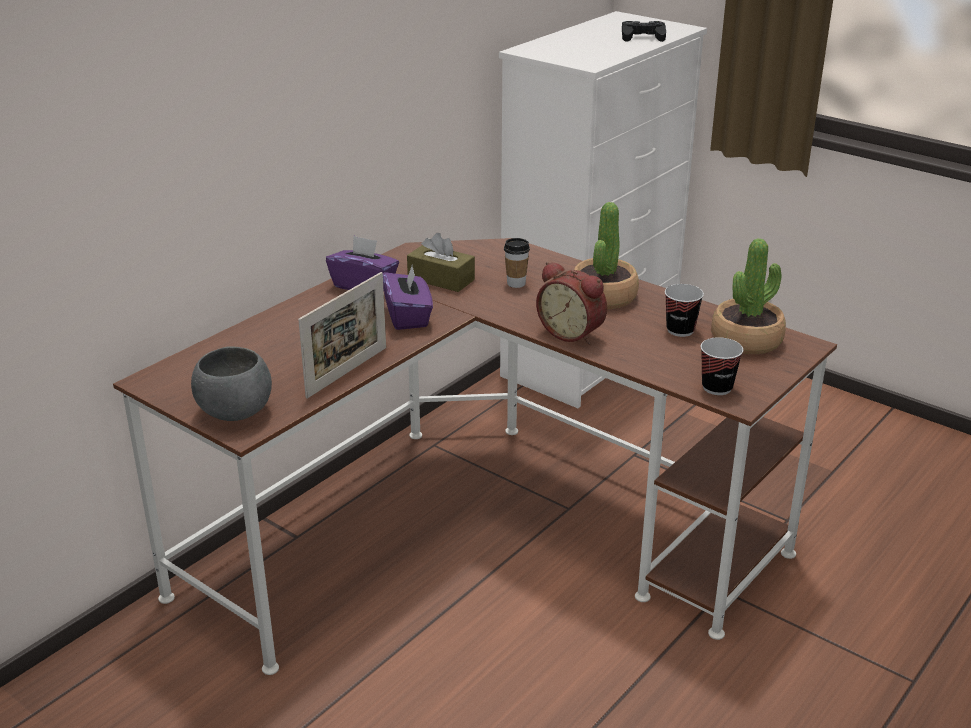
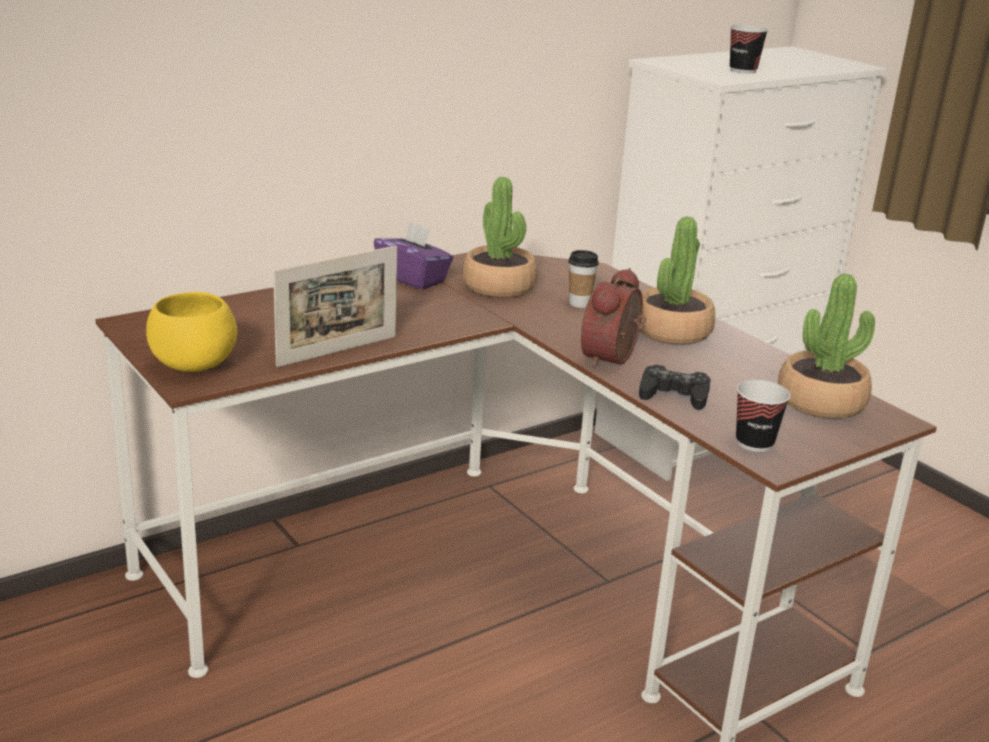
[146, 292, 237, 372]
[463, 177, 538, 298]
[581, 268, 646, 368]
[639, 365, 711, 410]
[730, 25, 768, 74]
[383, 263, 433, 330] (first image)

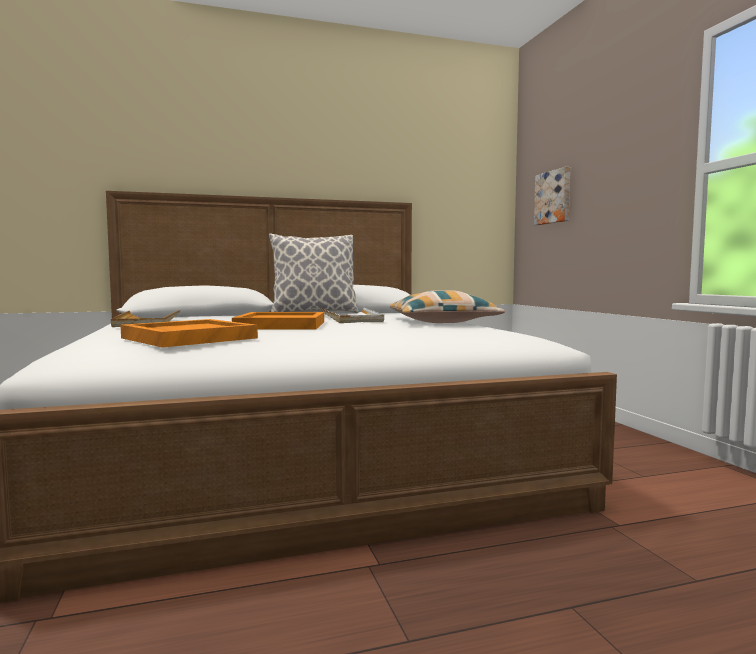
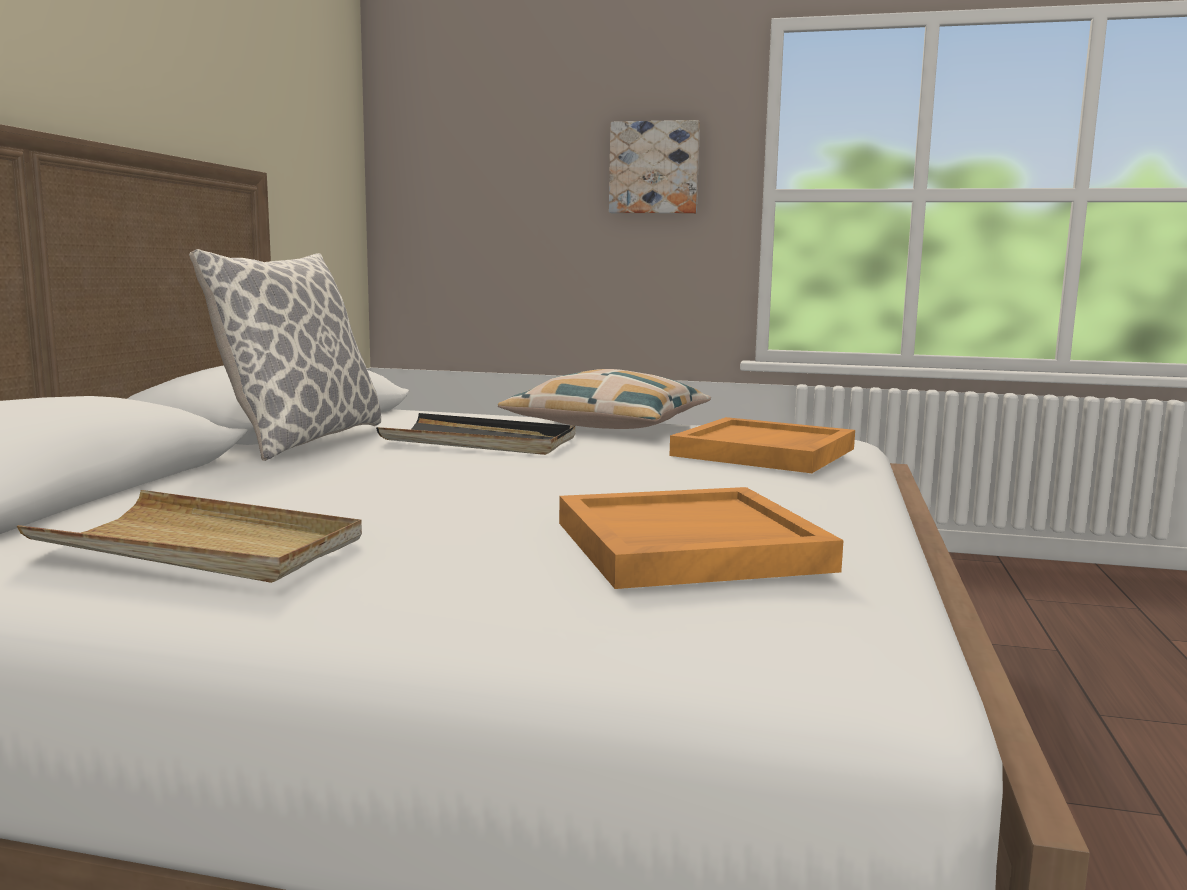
[376, 413, 575, 455]
[609, 120, 700, 214]
[669, 417, 855, 473]

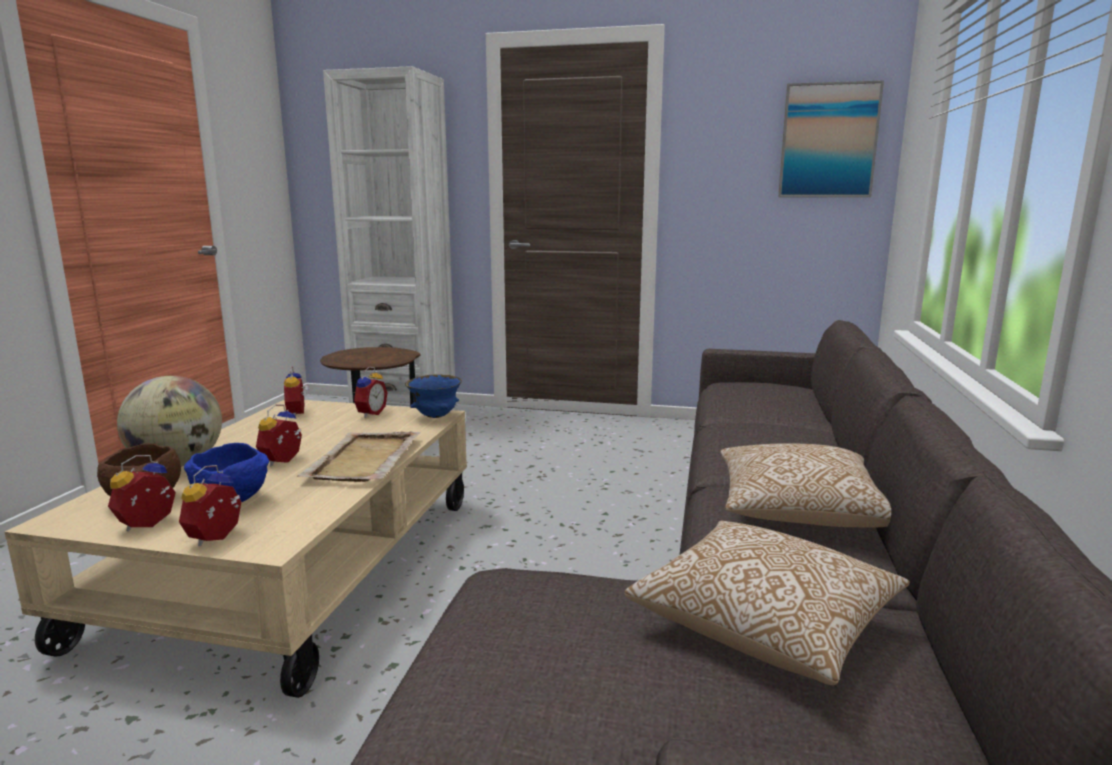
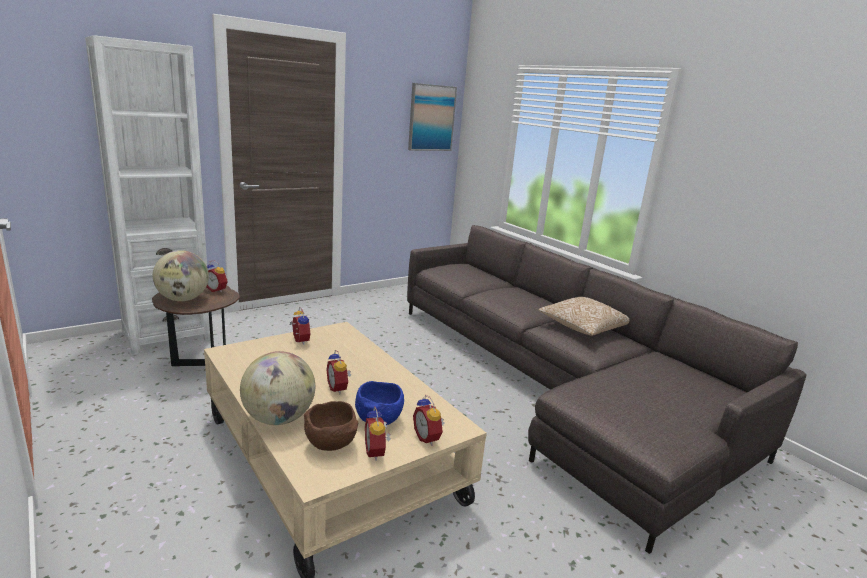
[153, 250, 209, 301]
[206, 261, 228, 293]
[297, 431, 420, 482] (first image)
[405, 375, 462, 418] (first image)
[624, 521, 910, 685] (first image)

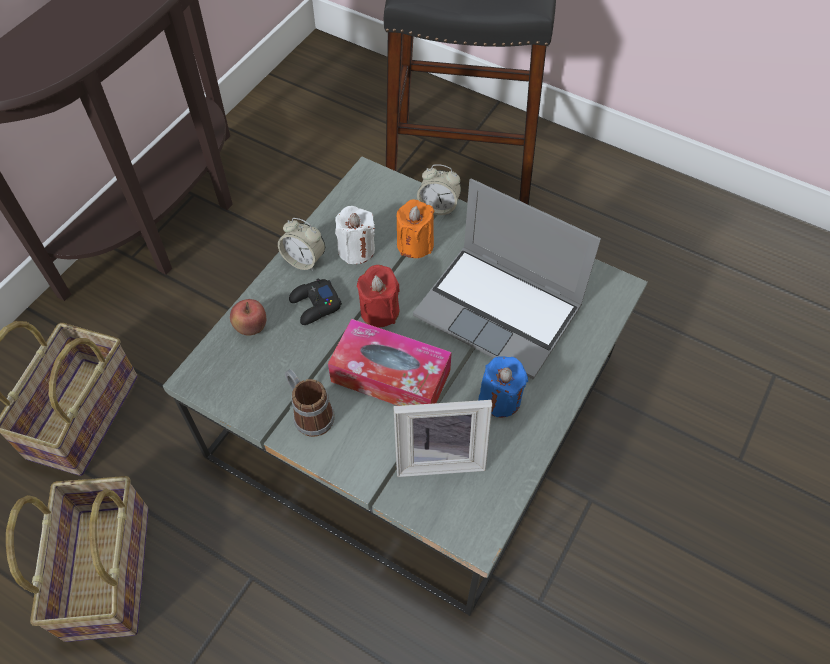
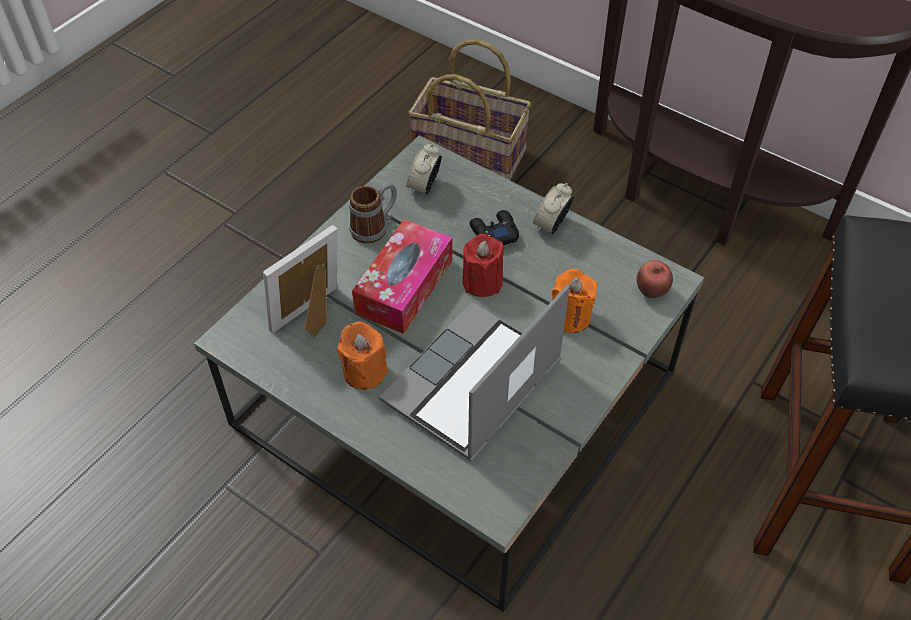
[263, 225, 338, 336]
[337, 321, 388, 390]
[406, 143, 442, 195]
[637, 260, 673, 298]
[6, 476, 149, 642] (first image)
[335, 206, 375, 264] (first image)

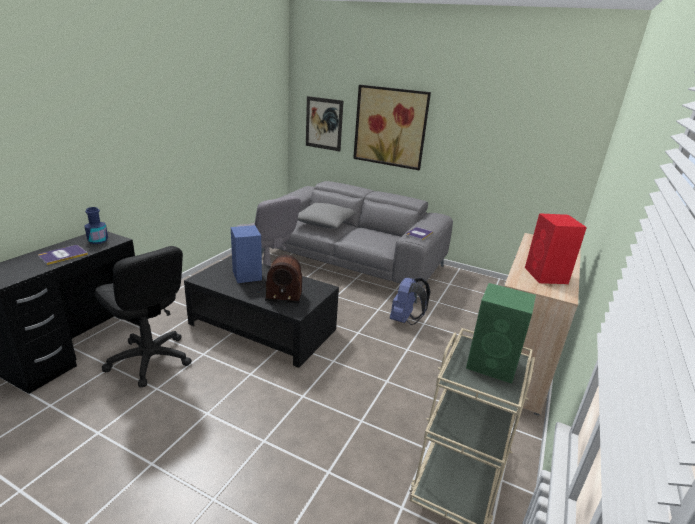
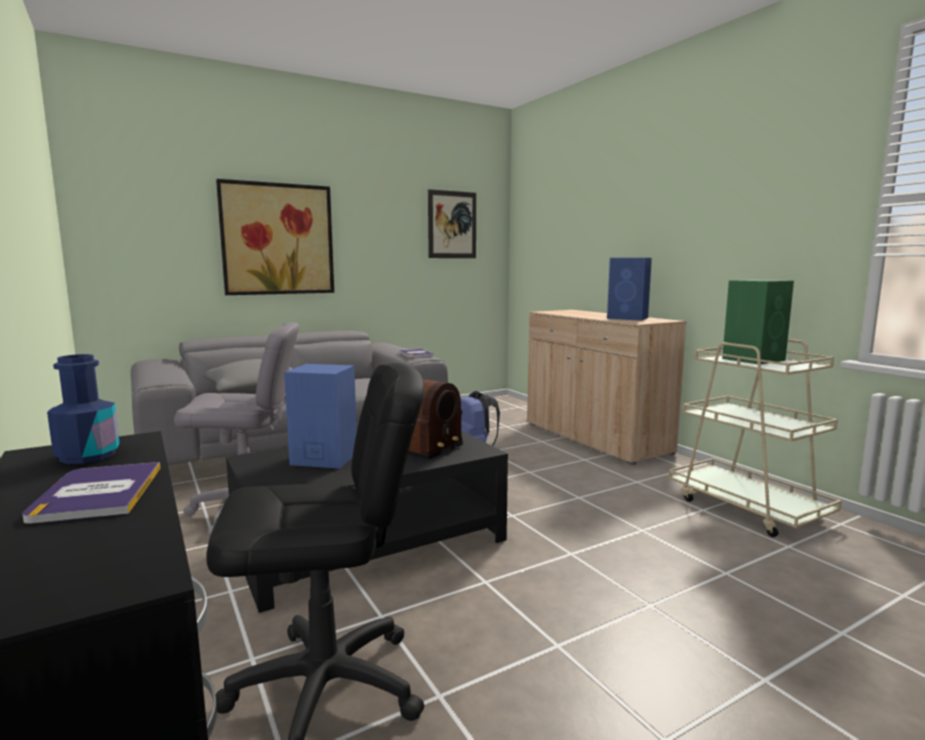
[428, 189, 476, 258]
[607, 258, 652, 321]

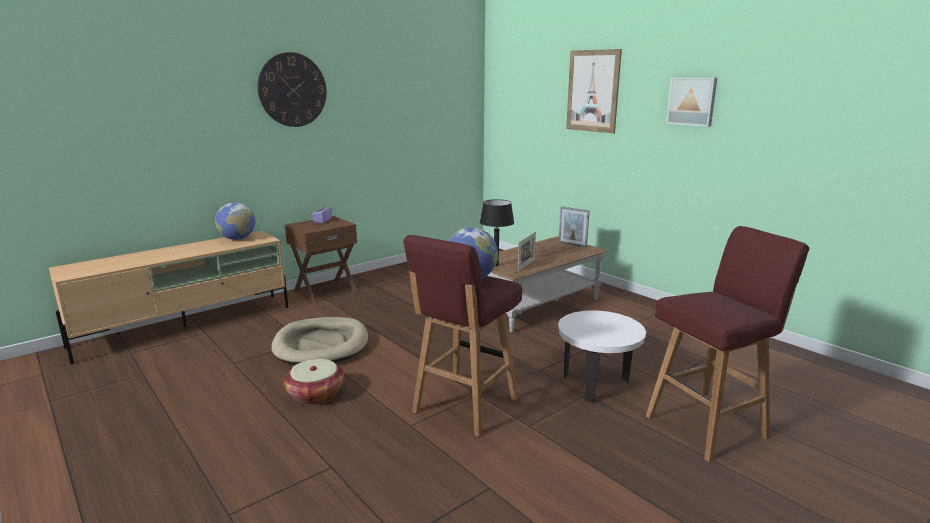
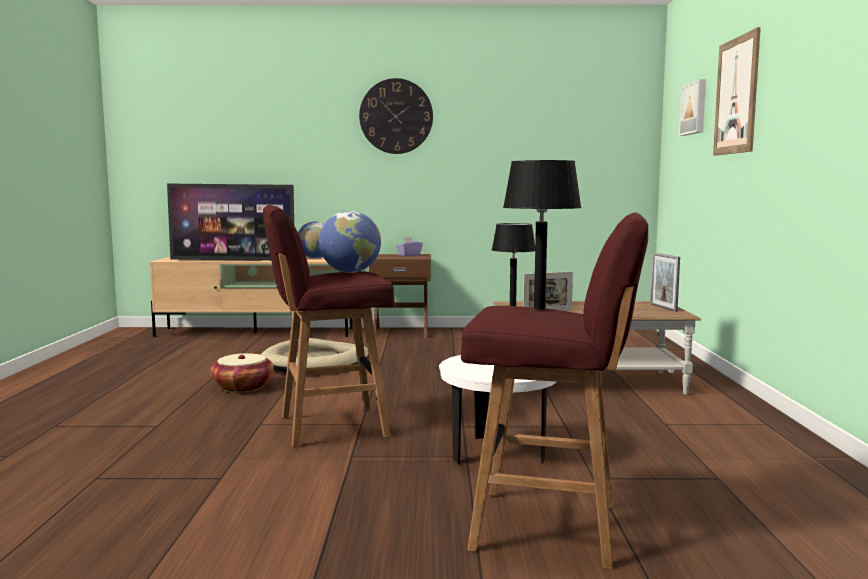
[167, 184, 294, 261]
[503, 160, 582, 310]
[679, 79, 706, 136]

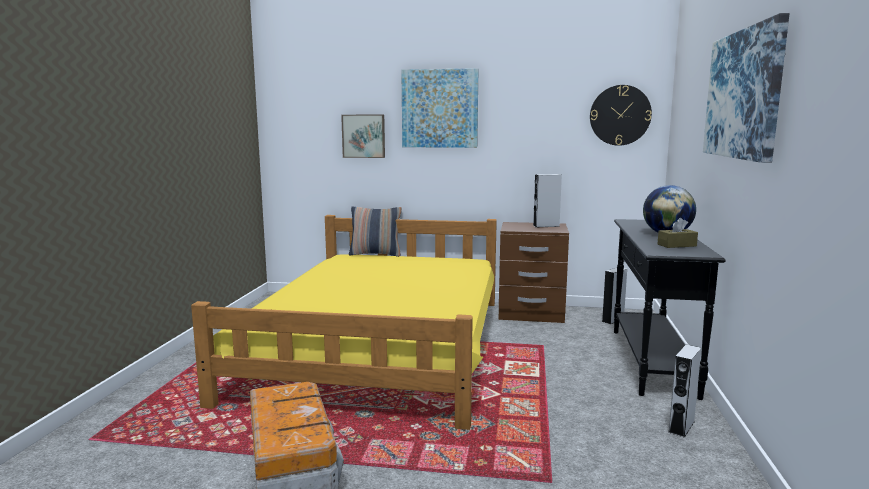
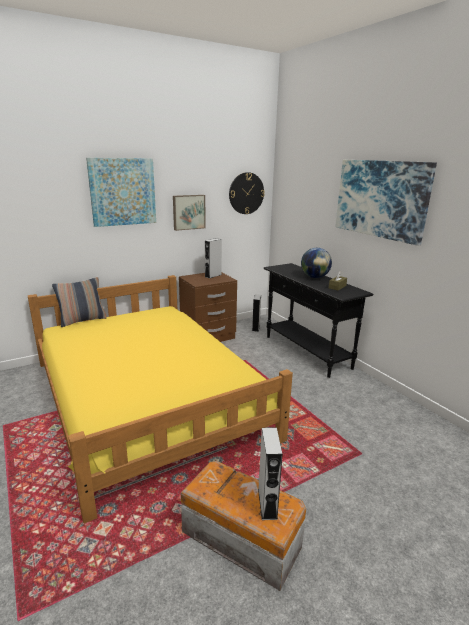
[173, 195, 206, 231]
[258, 428, 283, 520]

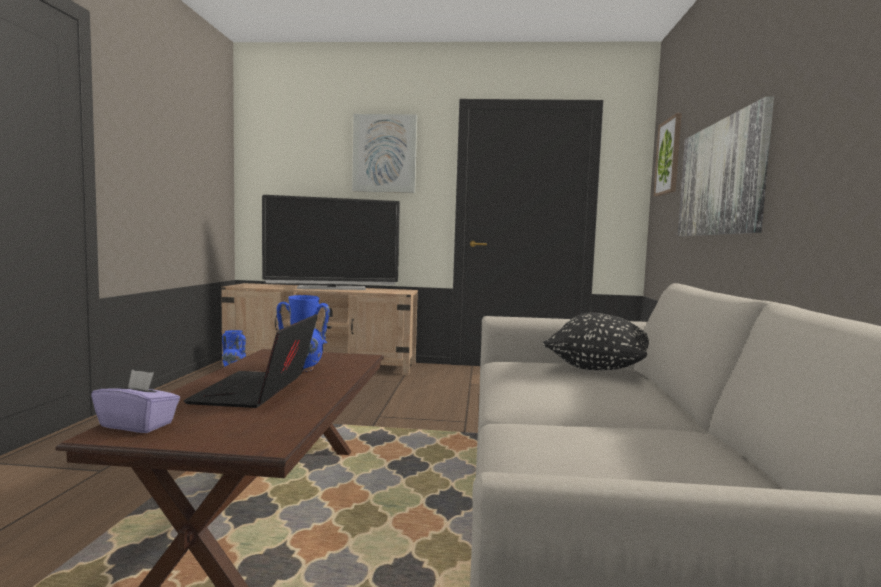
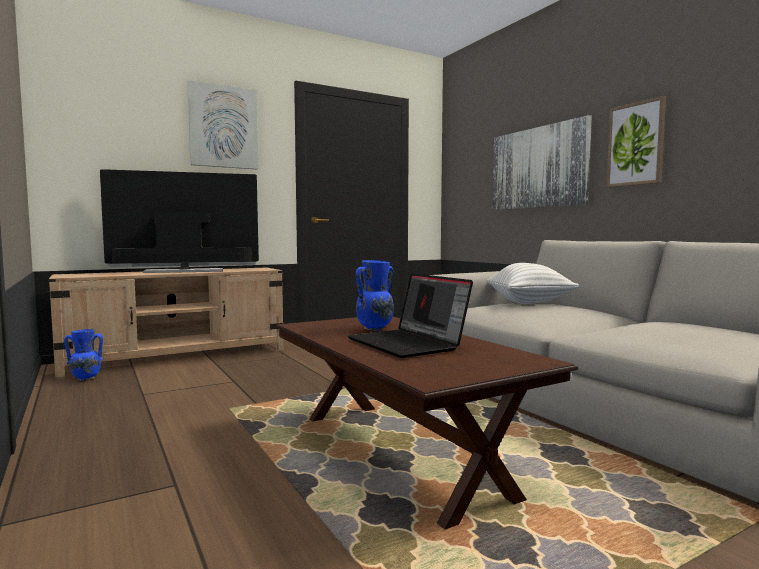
[100, 169, 259, 273]
[487, 263, 579, 304]
[606, 96, 666, 188]
[91, 370, 180, 433] (first image)

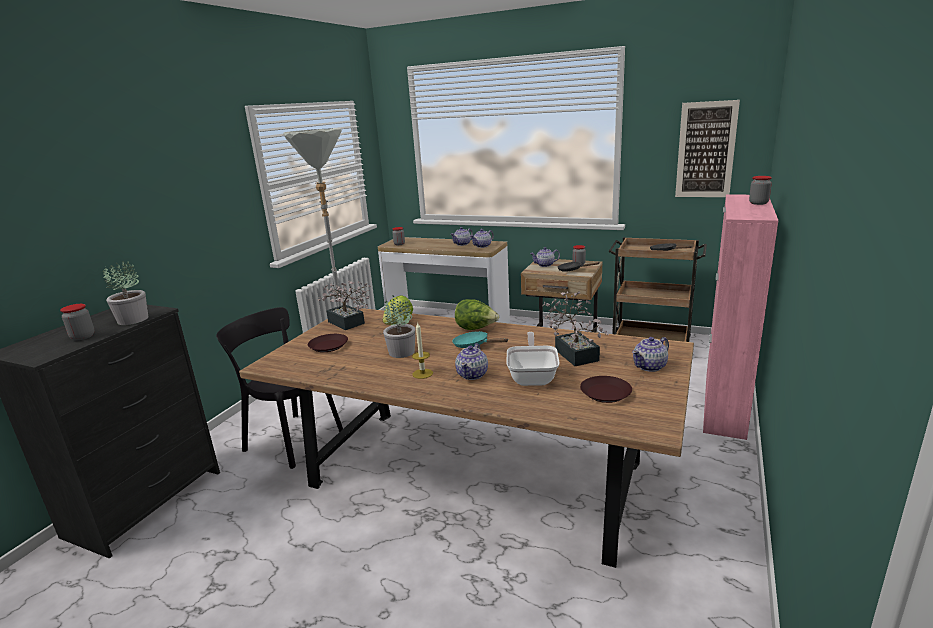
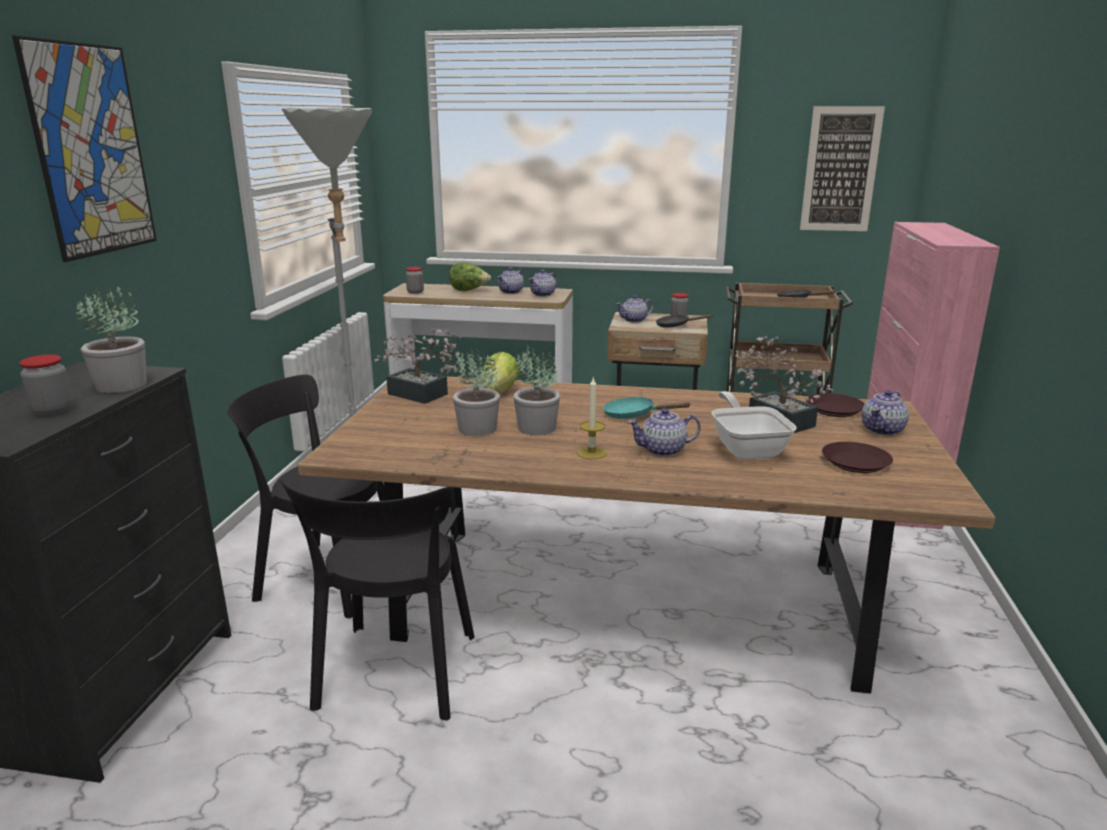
[12, 35, 157, 262]
[280, 480, 474, 720]
[449, 263, 491, 291]
[453, 349, 500, 436]
[628, 408, 701, 457]
[806, 393, 865, 417]
[749, 176, 772, 205] (first image)

